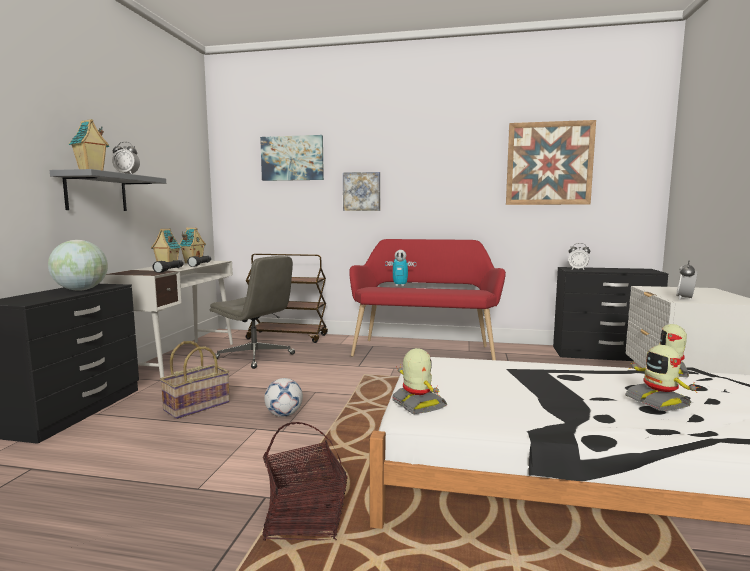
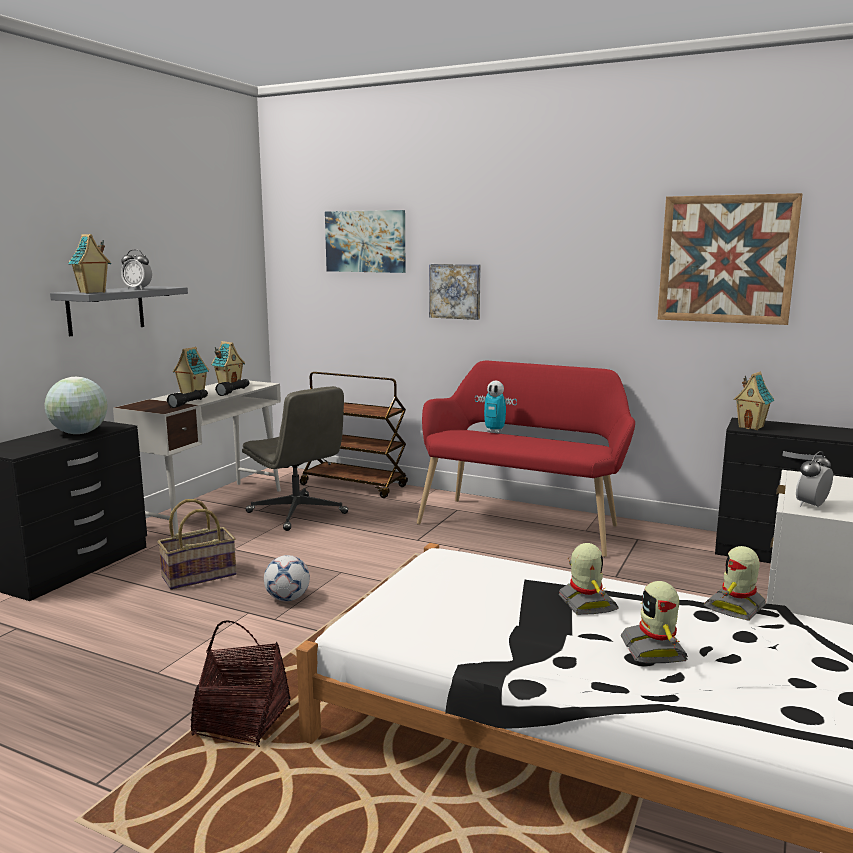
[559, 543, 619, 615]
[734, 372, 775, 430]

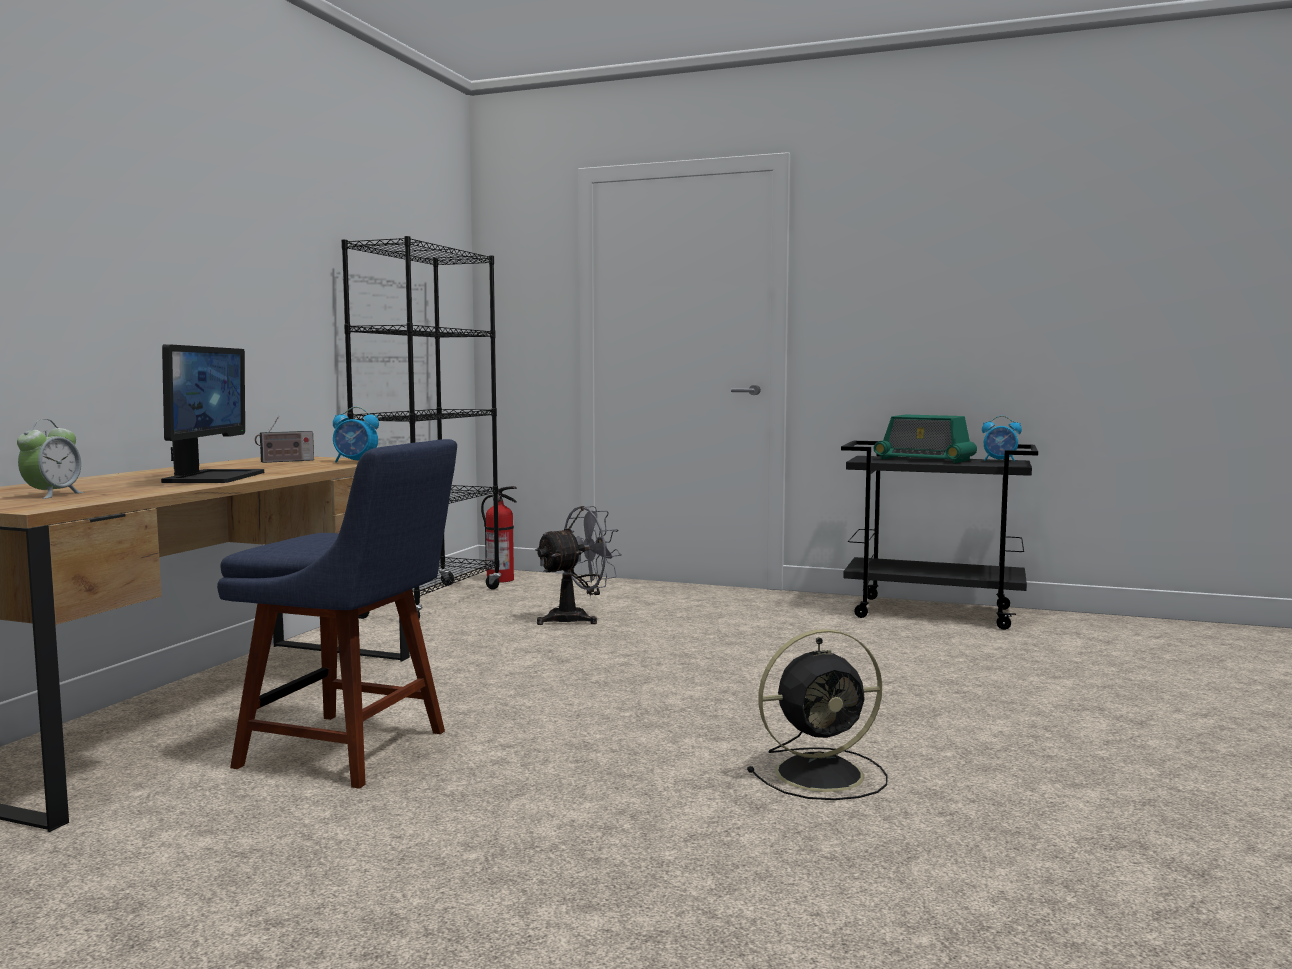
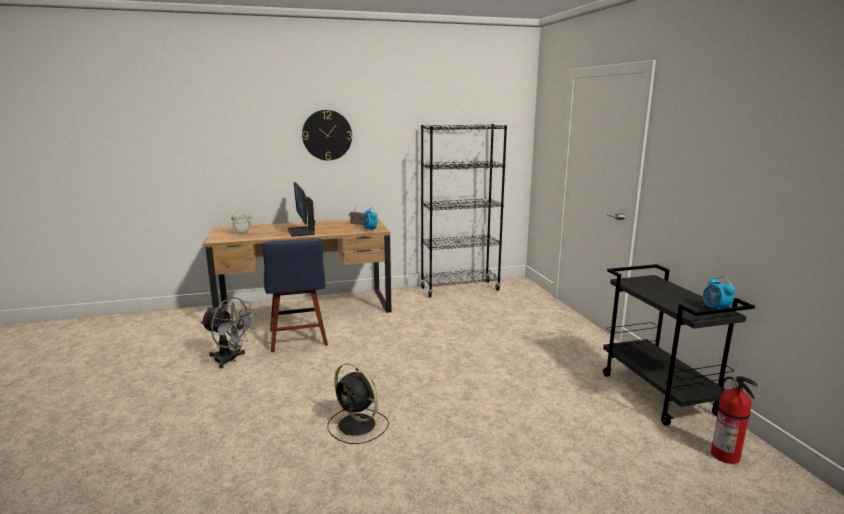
[200, 297, 255, 369]
[288, 182, 315, 237]
[302, 110, 352, 160]
[711, 376, 758, 464]
[874, 415, 977, 463] (first image)

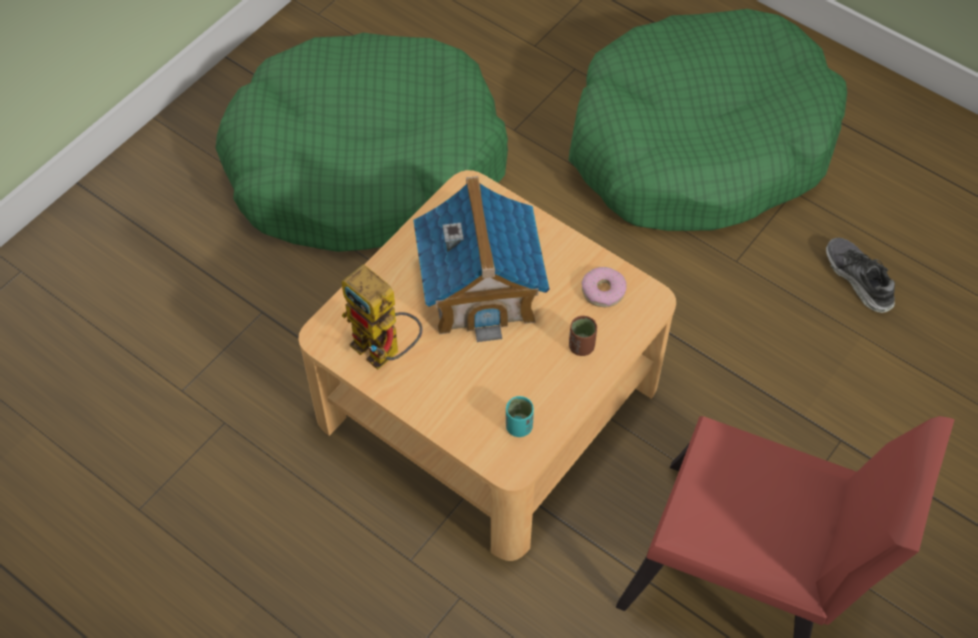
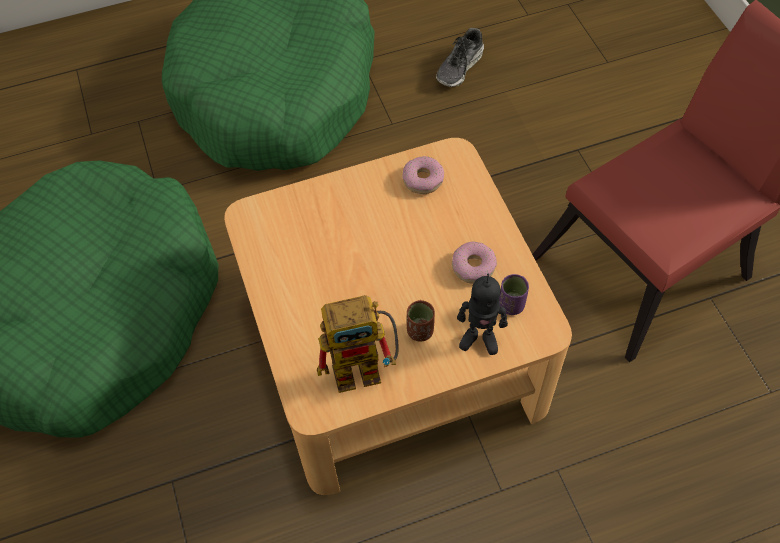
[407, 300, 435, 342]
[436, 28, 484, 87]
[452, 242, 497, 283]
[457, 274, 508, 355]
[499, 274, 529, 315]
[413, 176, 549, 342] (first image)

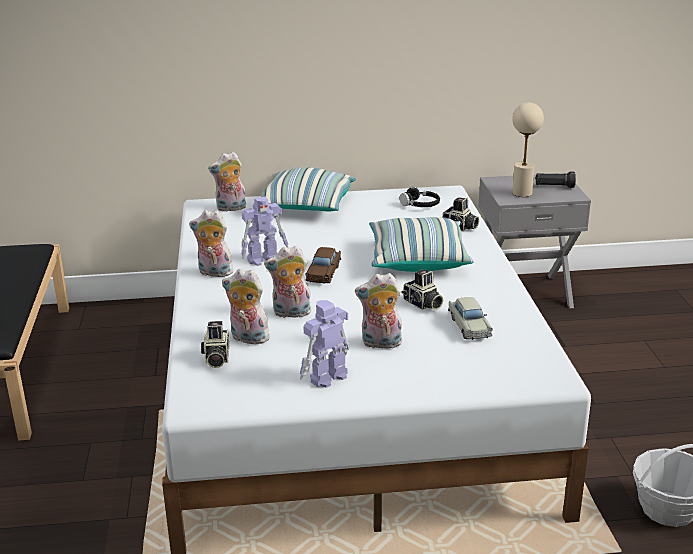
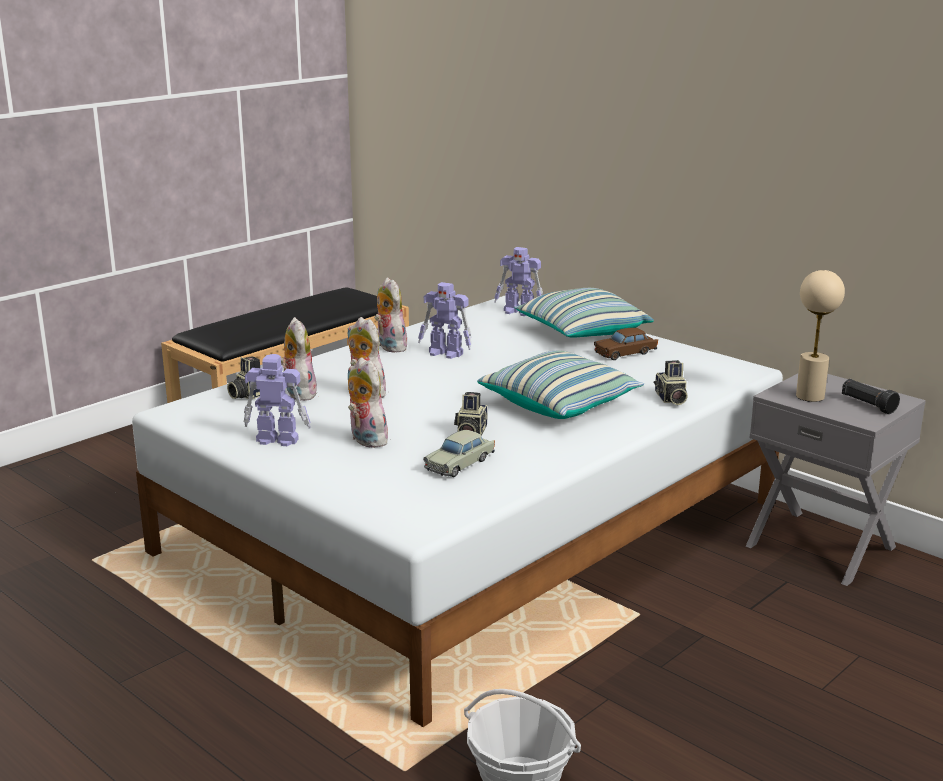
[494, 247, 543, 316]
[594, 328, 658, 360]
[399, 187, 440, 207] (first image)

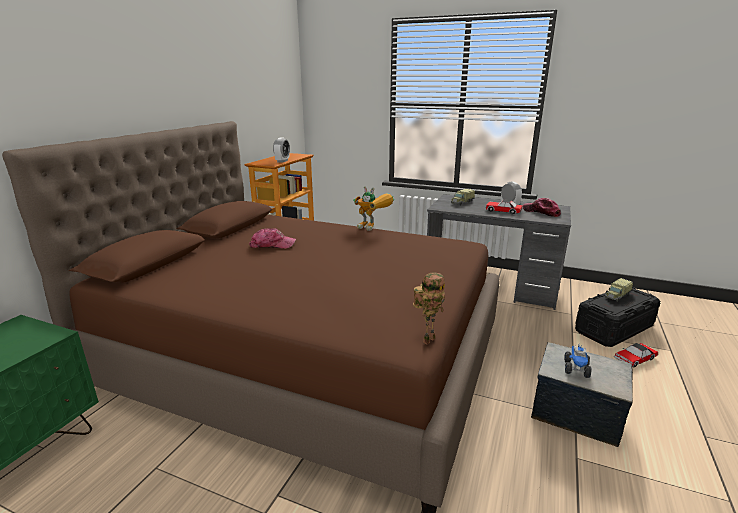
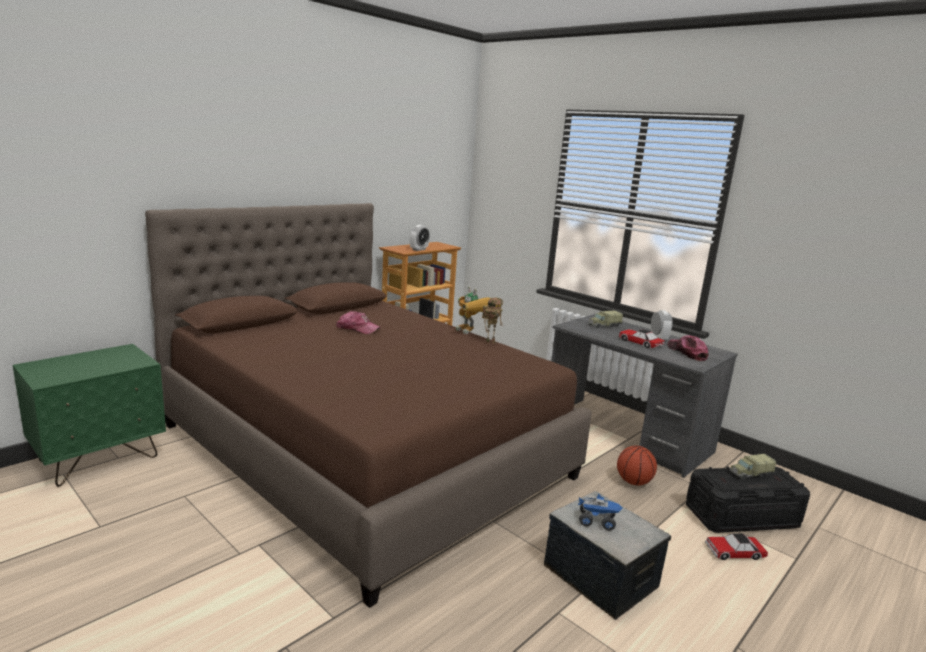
[482, 298, 503, 344]
[578, 493, 623, 531]
[617, 446, 657, 485]

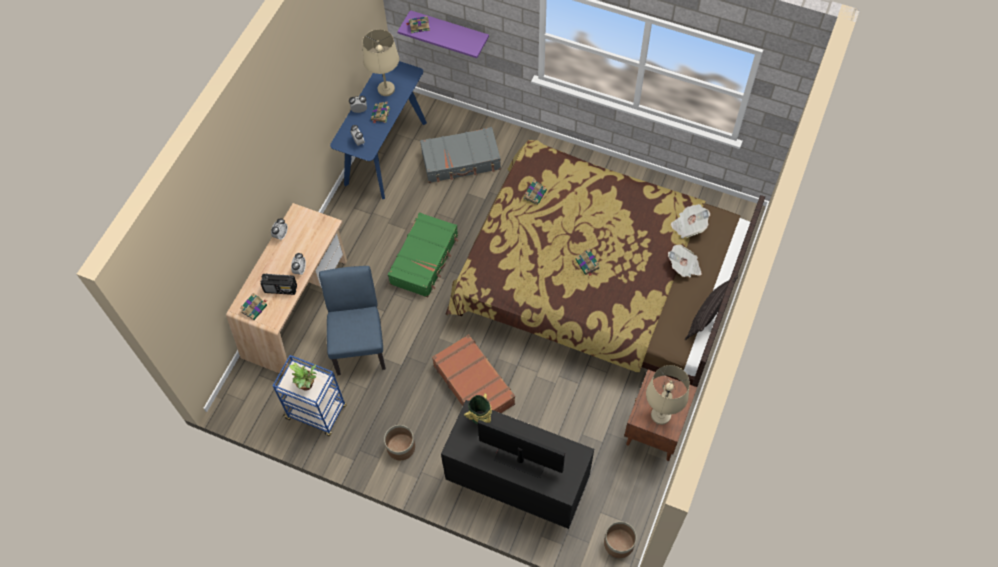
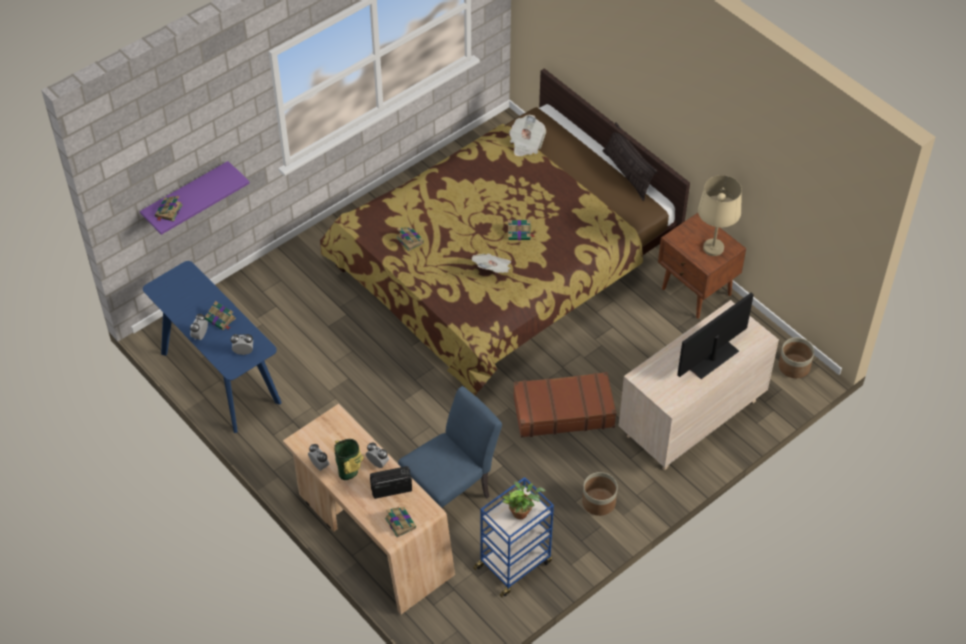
[334, 439, 364, 480]
[370, 466, 412, 499]
[398, 386, 502, 509]
[472, 253, 511, 273]
[619, 300, 779, 470]
[363, 29, 399, 96] (first image)
[388, 212, 459, 297] (first image)
[420, 127, 501, 183] (first image)

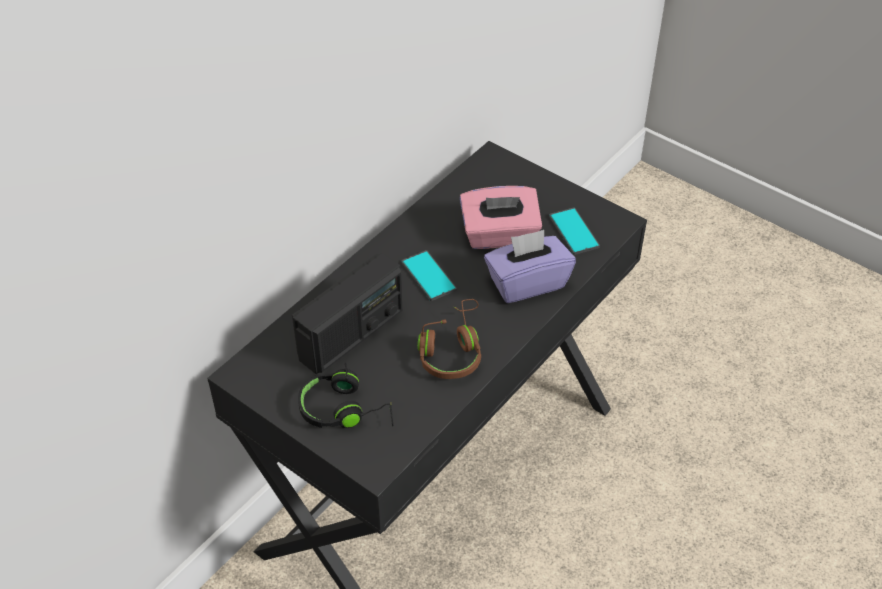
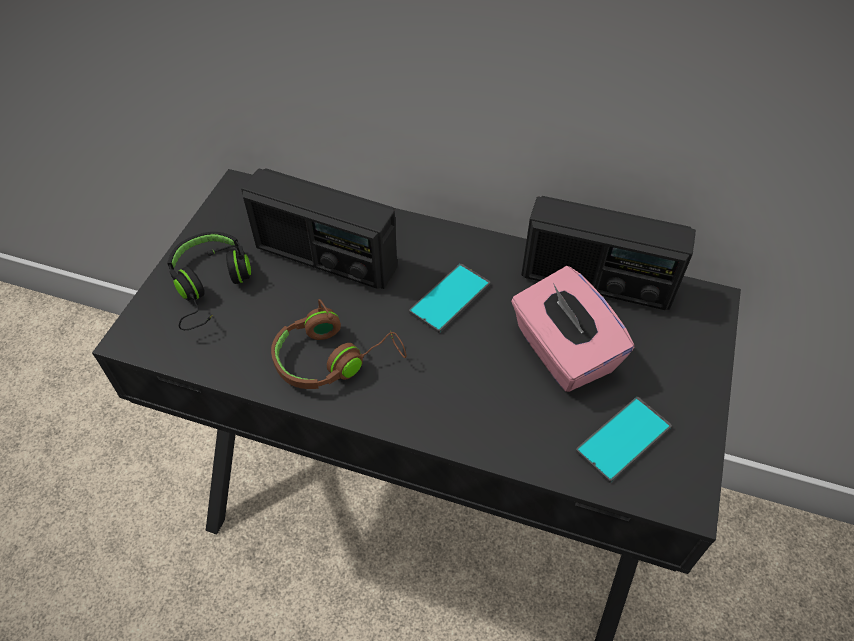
[521, 196, 696, 310]
[484, 230, 576, 303] (first image)

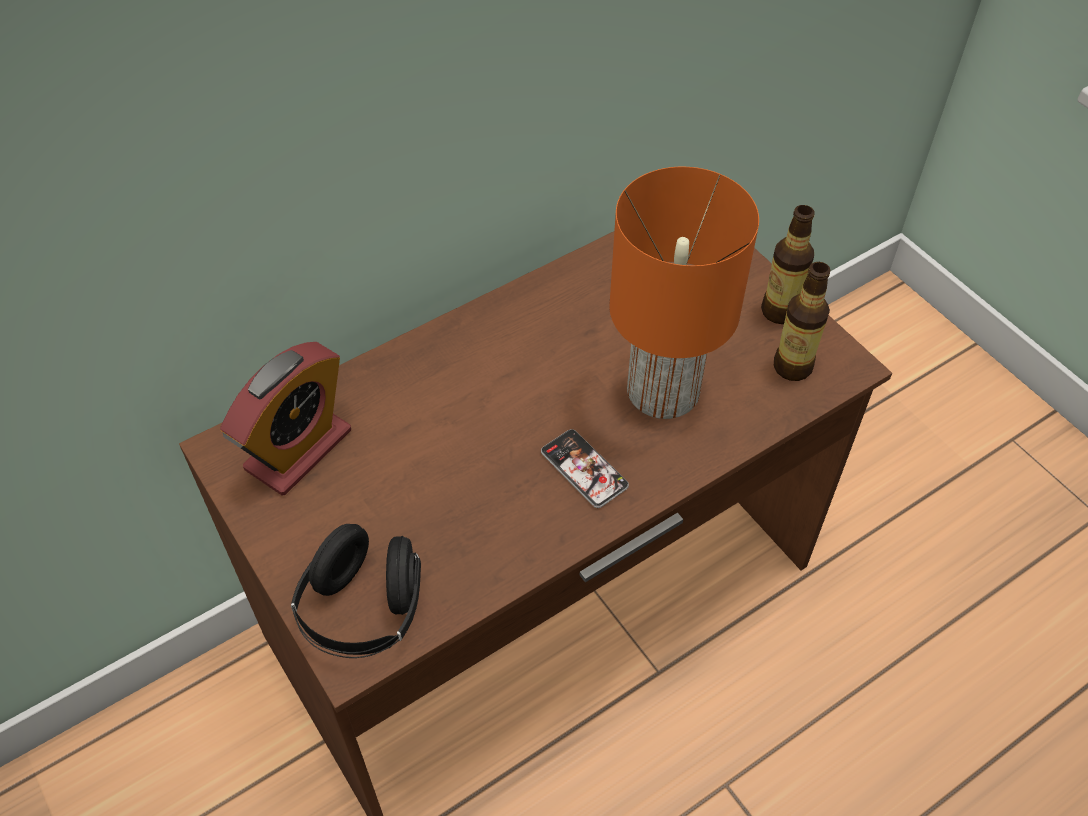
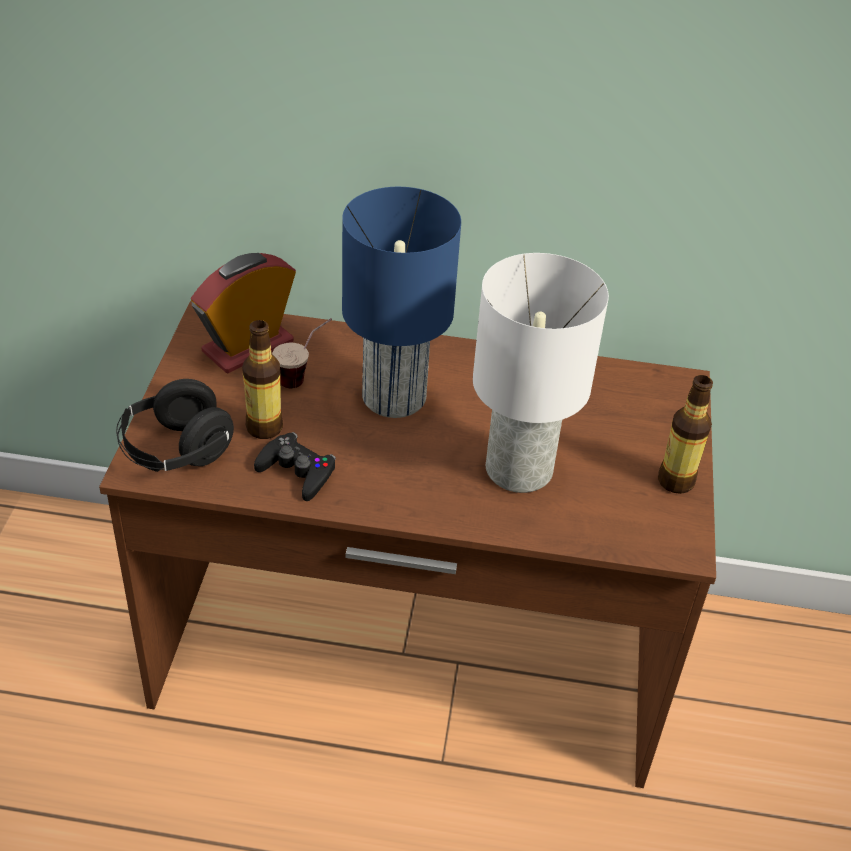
[191, 253, 296, 373]
[242, 320, 283, 439]
[254, 432, 336, 501]
[272, 318, 332, 388]
[342, 187, 461, 418]
[473, 253, 609, 493]
[541, 429, 629, 508] (first image)

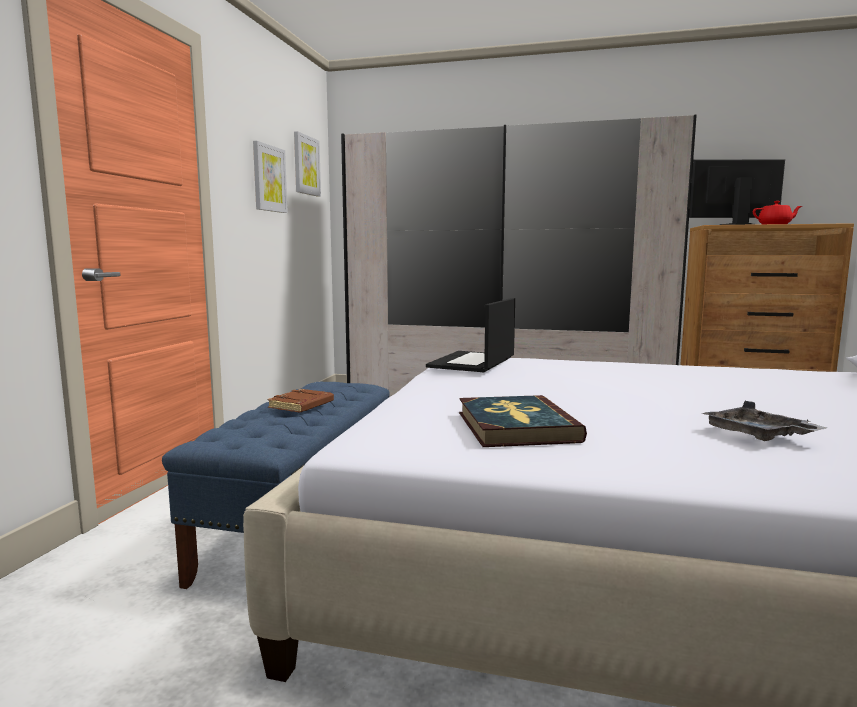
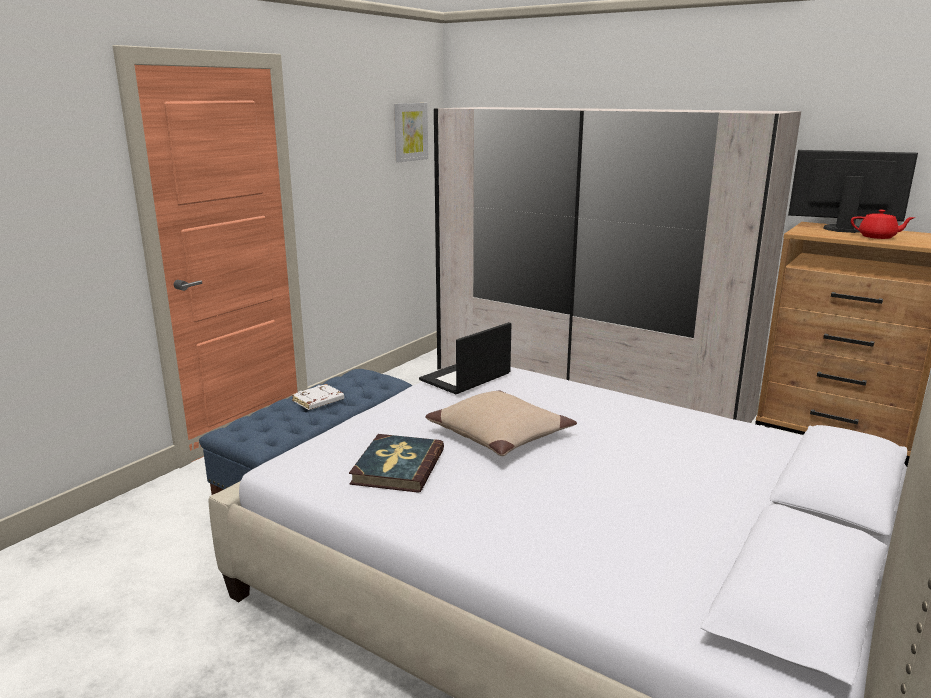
[291, 384, 344, 410]
[425, 390, 577, 456]
[253, 141, 288, 213] (first image)
[701, 401, 828, 441] (first image)

